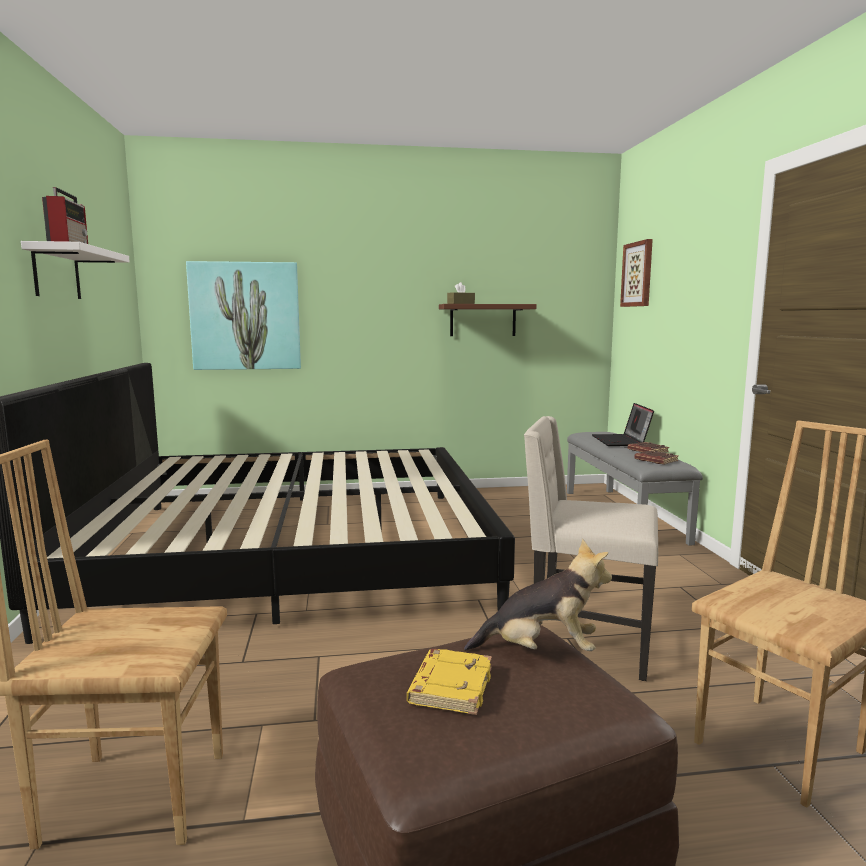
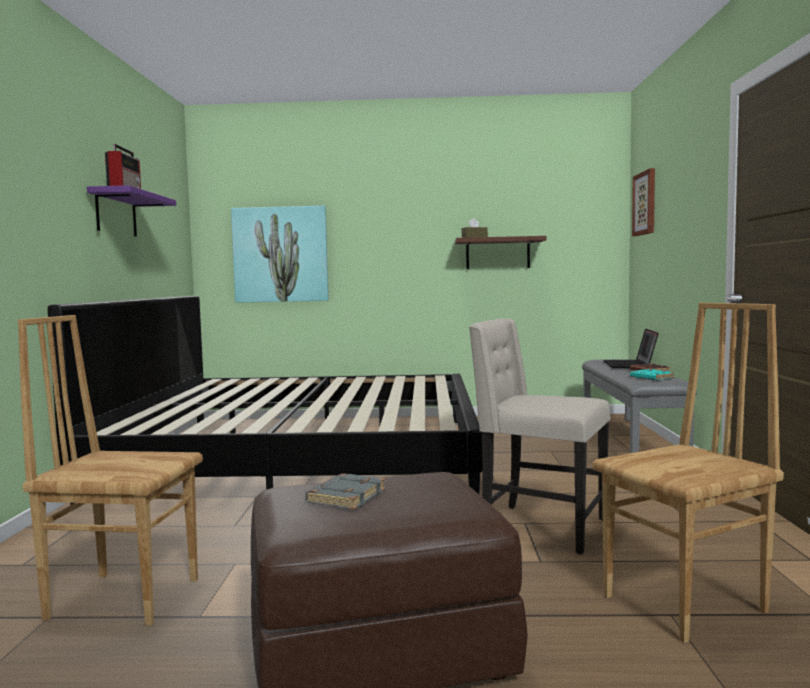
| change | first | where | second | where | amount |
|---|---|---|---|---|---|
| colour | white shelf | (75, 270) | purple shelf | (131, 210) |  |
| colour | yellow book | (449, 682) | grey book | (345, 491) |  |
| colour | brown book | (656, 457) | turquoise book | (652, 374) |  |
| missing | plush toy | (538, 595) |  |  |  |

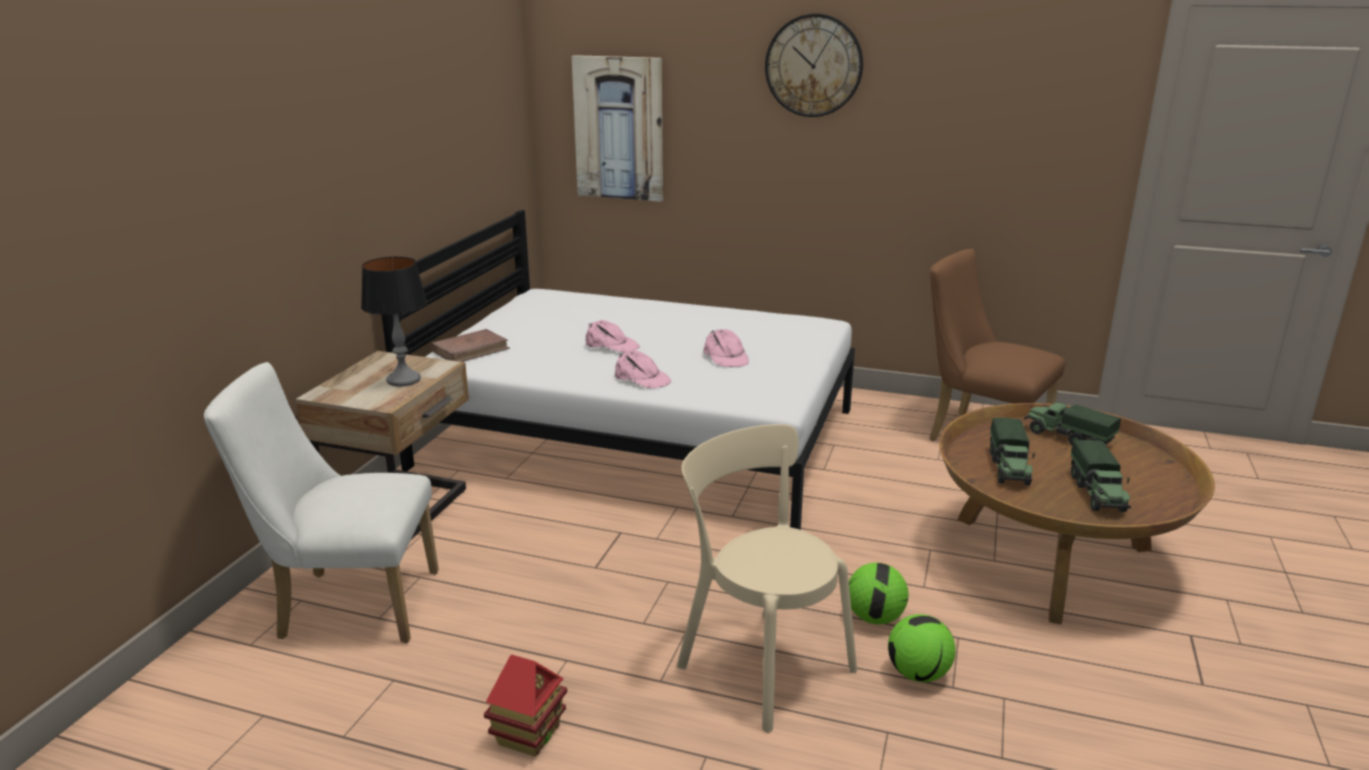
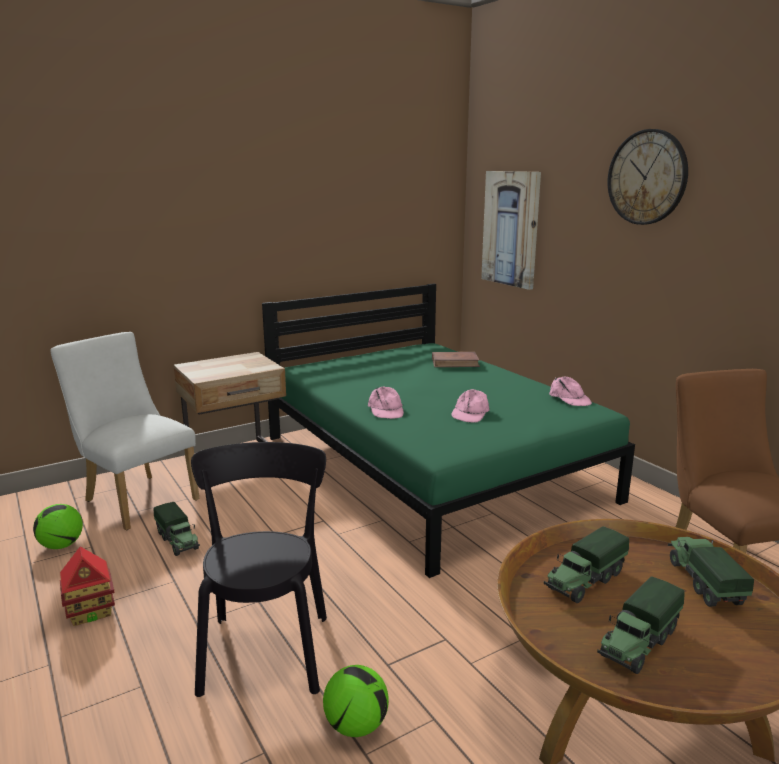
| change | first | where | second | where | amount |
|---|---|---|---|---|---|
| relocated | football | (879, 594) |  | (58, 526) |  |
| appeared |  |  | toy truck | (177, 529) |  |
| colour | beige chair | (767, 578) | black chair | (259, 569) |  |
| colour | white bed | (618, 370) | green bed | (448, 430) |  |
| relocated | brown book | (470, 345) |  | (456, 359) |  |
| relocated | pink cap | (613, 336) |  | (570, 391) |  |
| missing | table lamp | (394, 322) |  |  |  |

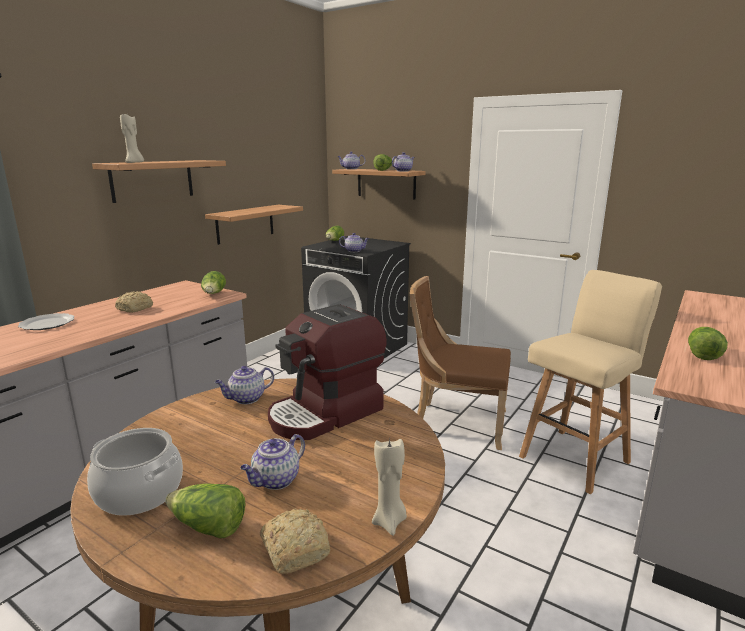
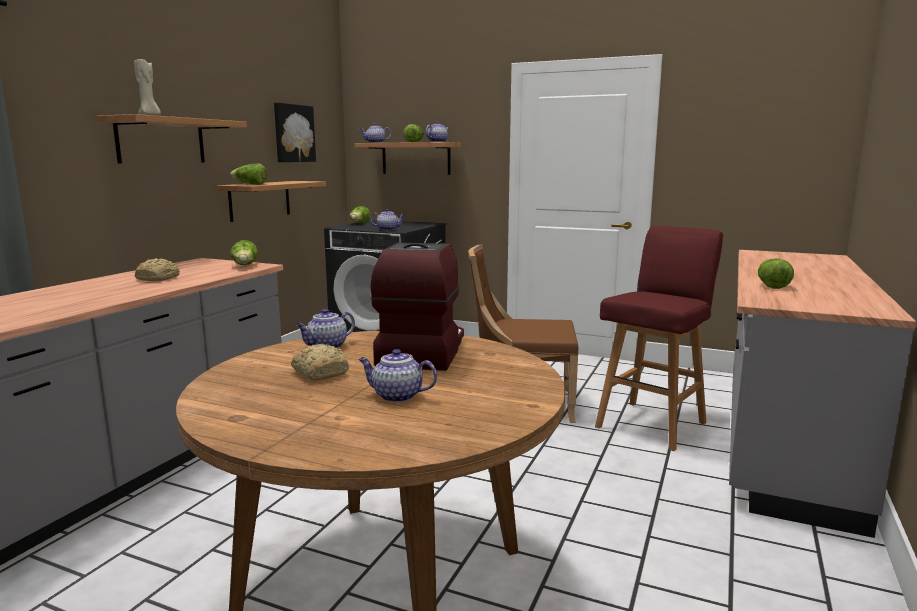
| change | first | where | second | where | amount |
|---|---|---|---|---|---|
| relocated | lettuce | (205, 511) |  | (248, 174) |  |
| appeared |  |  | picture | (295, 132) |  |
| relocated | bread | (295, 541) |  | (320, 362) |  |
| spun | teapot | (272, 462) |  | (397, 375) | 75 degrees clockwise |
| spun | coffee machine | (327, 372) |  | (417, 307) | 150 degrees clockwise |
| colour | beige stool | (590, 382) | red stool | (659, 338) |  |
| missing | plate | (46, 321) |  |  |  |
| missing | cooking pot | (135, 472) |  |  |  |
| missing | beige candle | (389, 486) |  |  |  |

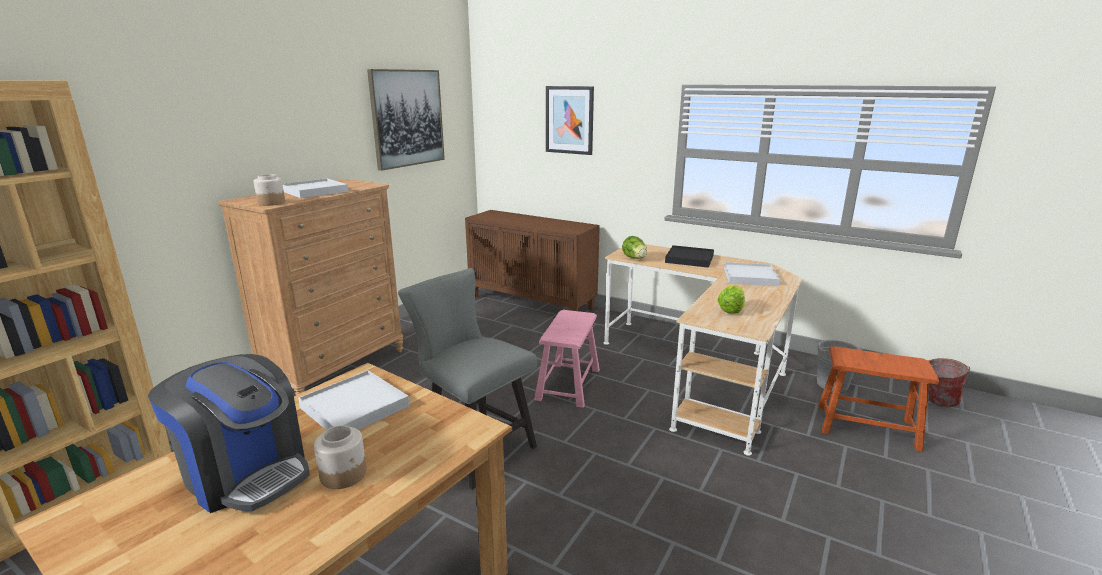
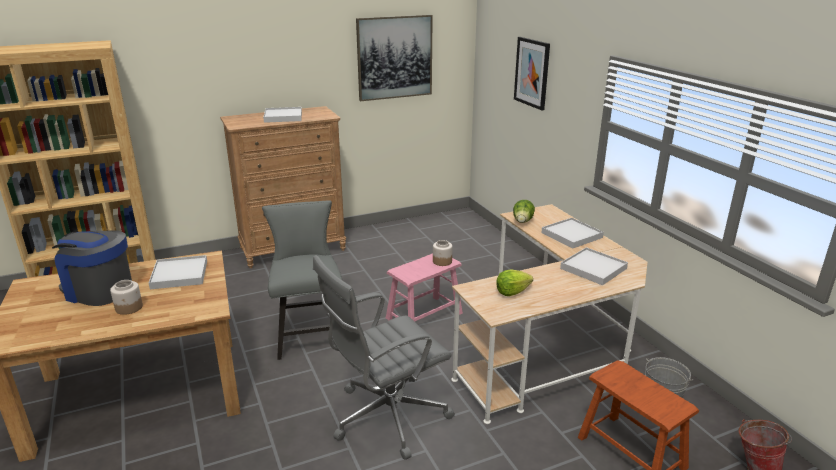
| change | first | where | second | where | amount |
|---|---|---|---|---|---|
| spun | coffee machine | (229, 433) |  | (92, 268) | 135 degrees clockwise |
| appeared |  |  | grey office chair | (384, 357) |  |
| relocated | jar | (269, 190) |  | (442, 253) |  |
| colour | black tray | (689, 256) | white tray | (572, 233) |  |
| missing | brown cabinet | (532, 260) |  |  |  |

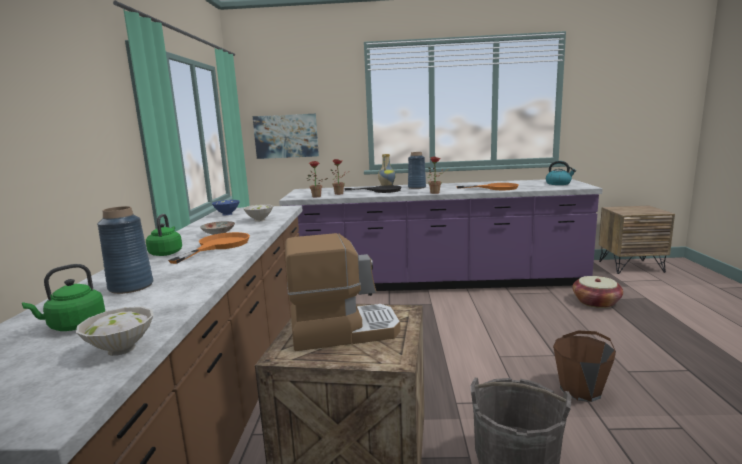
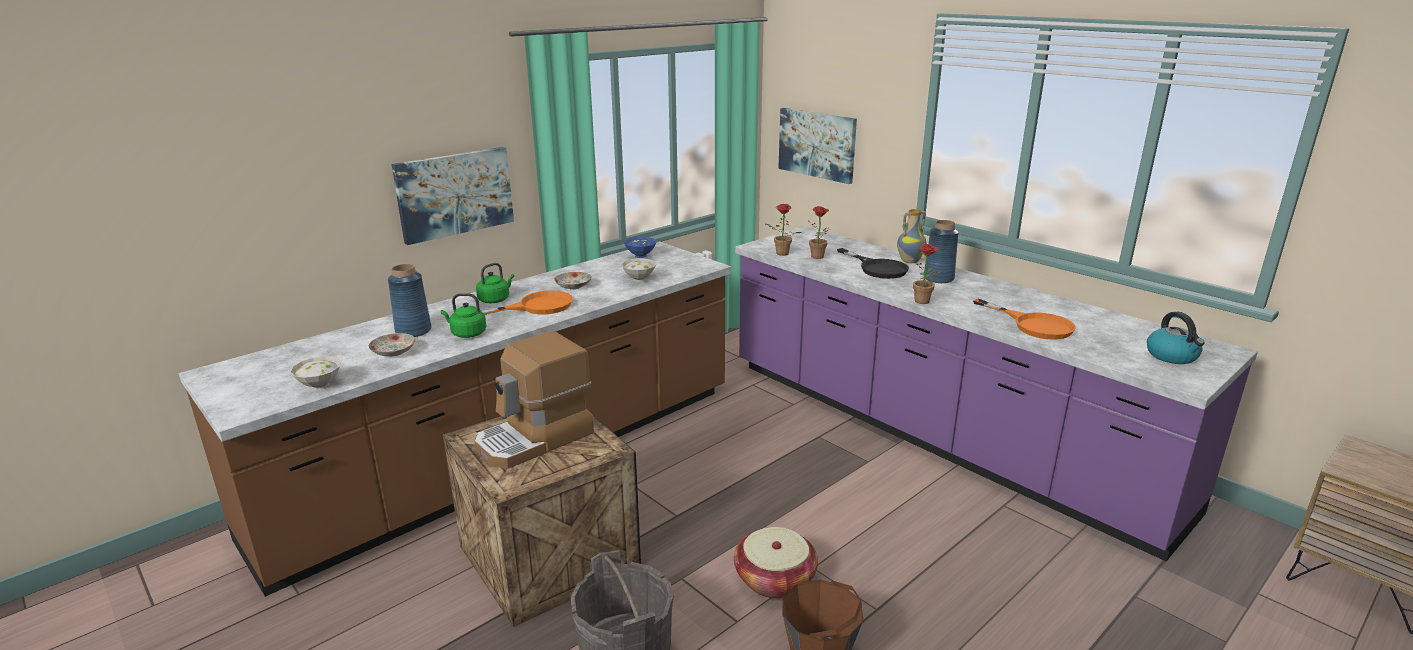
| change | first | where | second | where | amount |
|---|---|---|---|---|---|
| appeared |  |  | plate | (392, 345) |  |
| appeared |  |  | picture | (452, 196) |  |
| relocated | green kettle | (63, 297) |  | (463, 315) |  |
| spun | coffee machine | (343, 292) |  | (534, 400) | 105 degrees clockwise |
| relocated | basket | (597, 292) |  | (776, 563) |  |

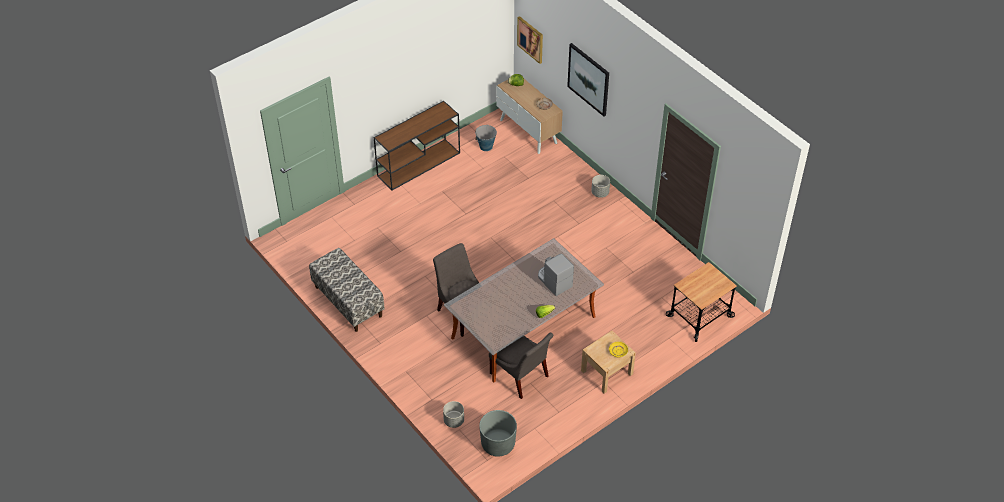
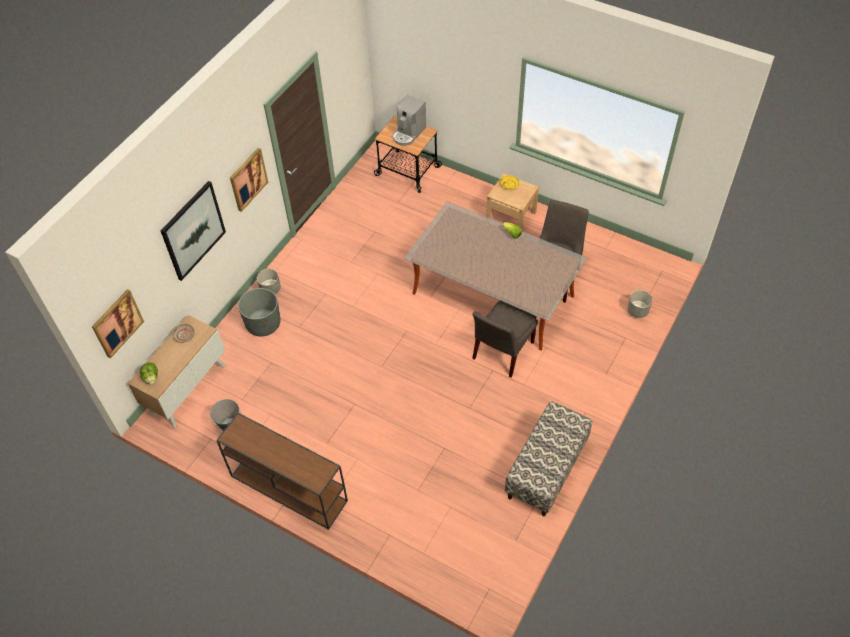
| change | first | where | second | where | amount |
|---|---|---|---|---|---|
| appeared |  |  | picture | (249, 180) |  |
| relocated | grey planter | (498, 433) |  | (259, 312) |  |
| relocated | coffee machine | (556, 275) |  | (409, 120) |  |

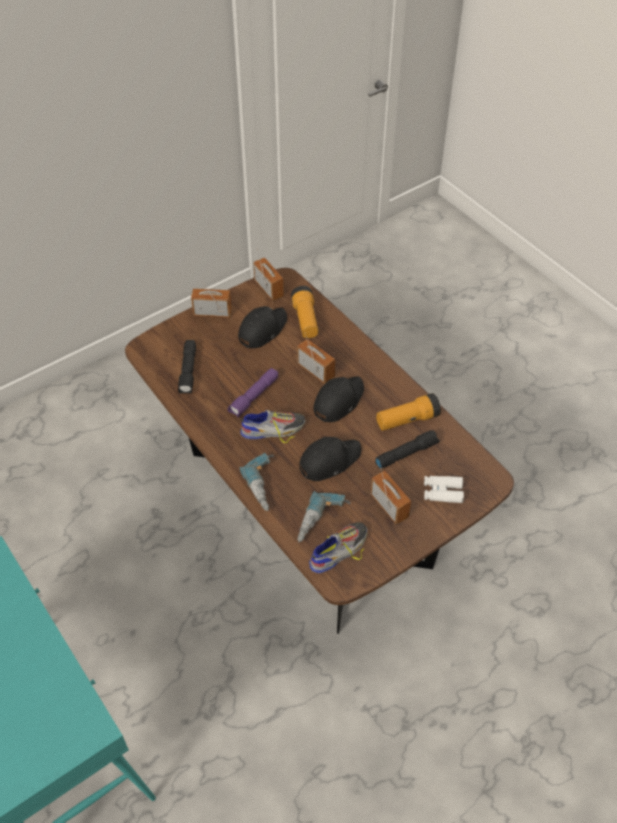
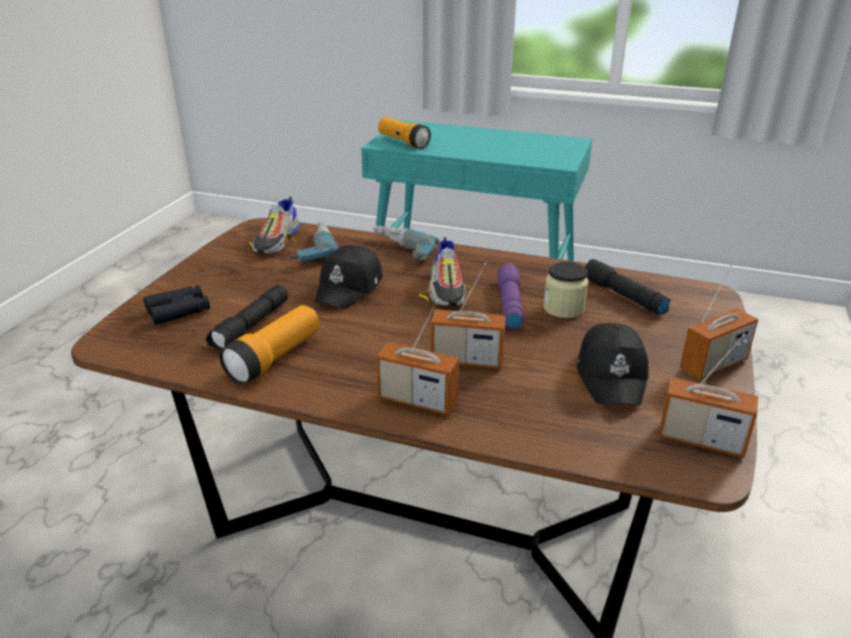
| change | first | where | second | where | amount |
|---|---|---|---|---|---|
| colour | white binoculars | (444, 489) | black binoculars | (176, 305) |  |
| relocated | radio | (391, 496) |  | (417, 357) |  |
| relocated | flashlight | (304, 312) |  | (404, 133) |  |
| spun | shoe | (273, 426) |  | (445, 271) | 45 degrees counterclockwise |
| appeared |  |  | jar | (565, 290) |  |
| missing | black cap | (338, 399) |  |  |  |

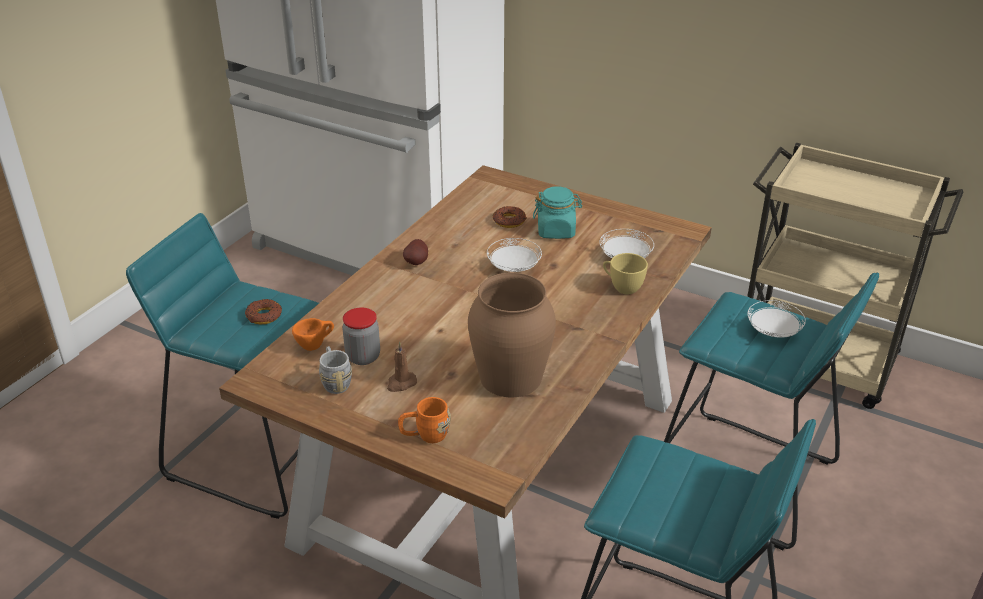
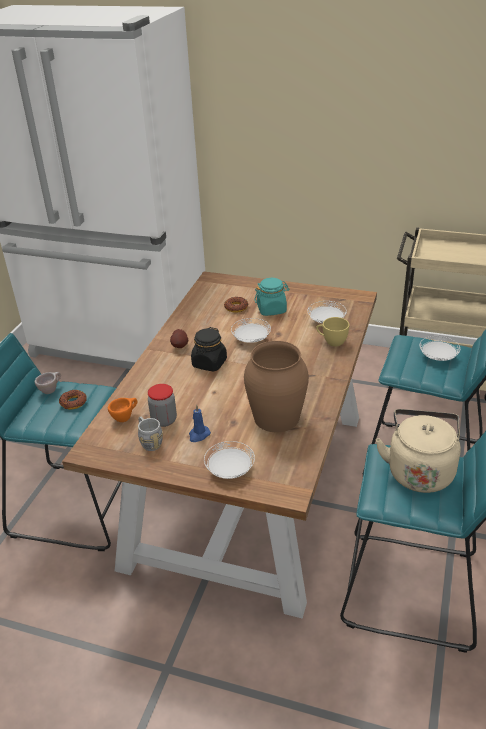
| change | first | where | second | where | amount |
|---|---|---|---|---|---|
| appeared |  |  | beige cup | (48, 383) |  |
| colour | brown candle | (402, 366) | blue candle | (200, 423) |  |
| appeared |  |  | black jar | (209, 349) |  |
| exchanged | orange mug | (424, 420) | white plate | (229, 460) |  |
| appeared |  |  | beige kettle | (418, 451) |  |

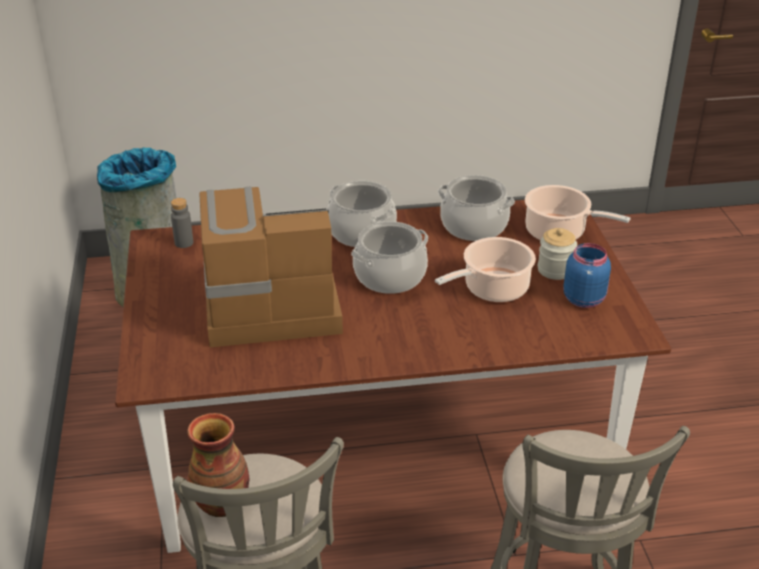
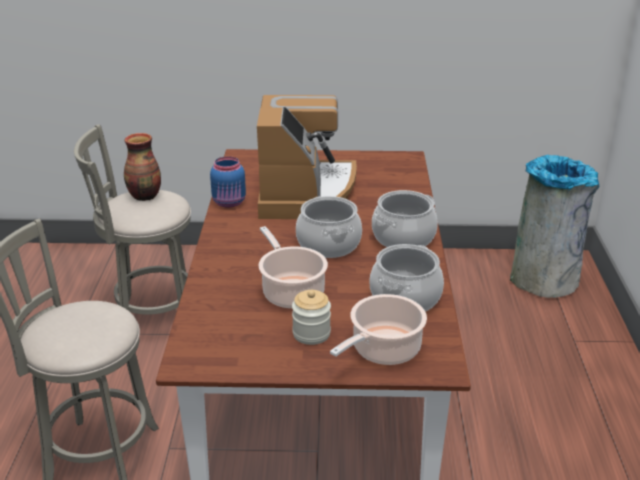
| change | first | where | second | where | amount |
|---|---|---|---|---|---|
| relocated | blue jar | (587, 275) |  | (228, 182) |  |
| missing | grey bottle | (182, 223) |  |  |  |

